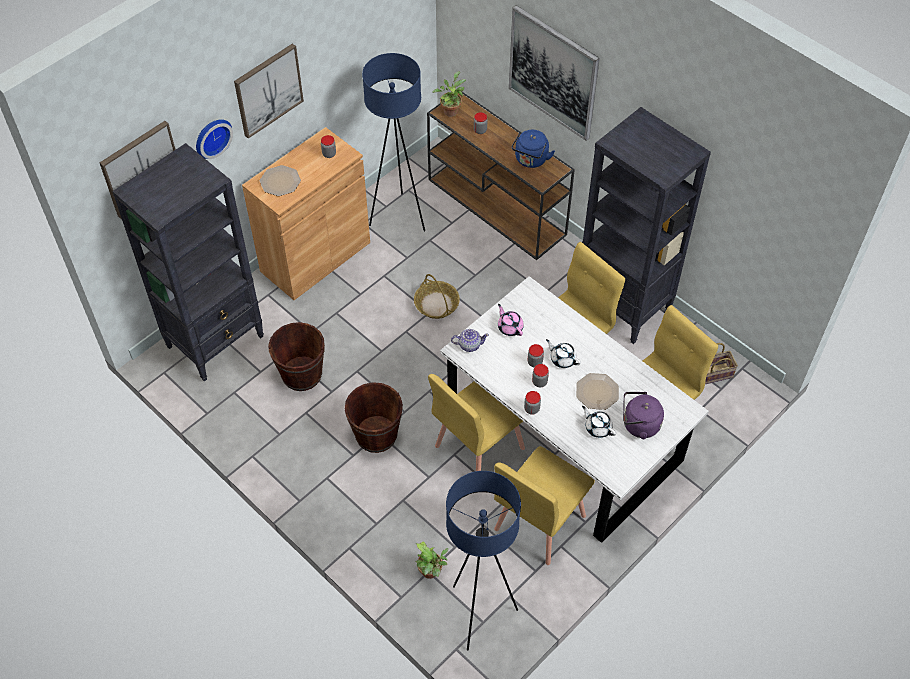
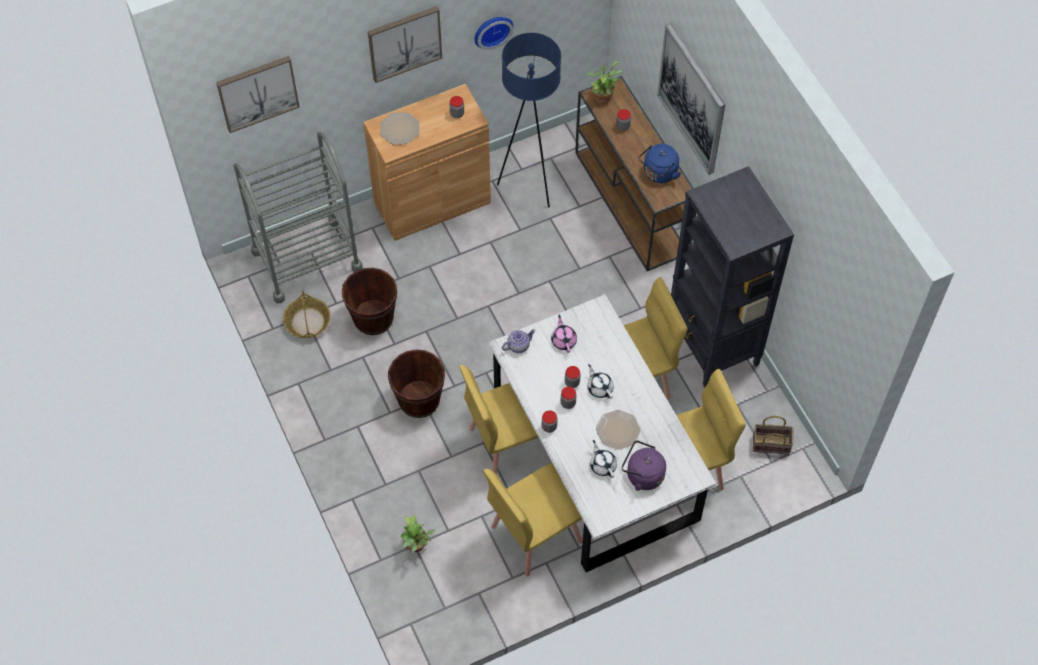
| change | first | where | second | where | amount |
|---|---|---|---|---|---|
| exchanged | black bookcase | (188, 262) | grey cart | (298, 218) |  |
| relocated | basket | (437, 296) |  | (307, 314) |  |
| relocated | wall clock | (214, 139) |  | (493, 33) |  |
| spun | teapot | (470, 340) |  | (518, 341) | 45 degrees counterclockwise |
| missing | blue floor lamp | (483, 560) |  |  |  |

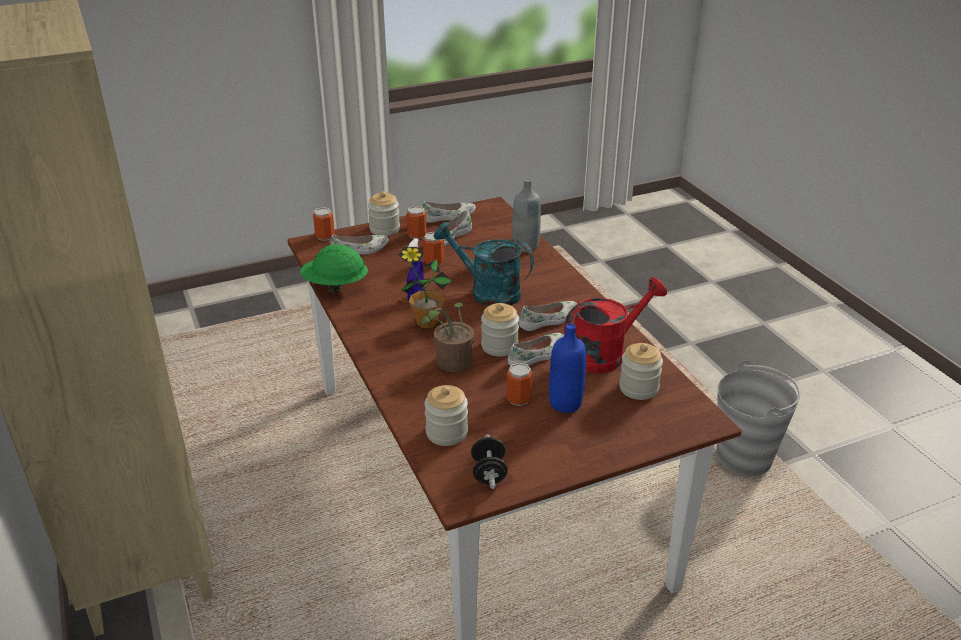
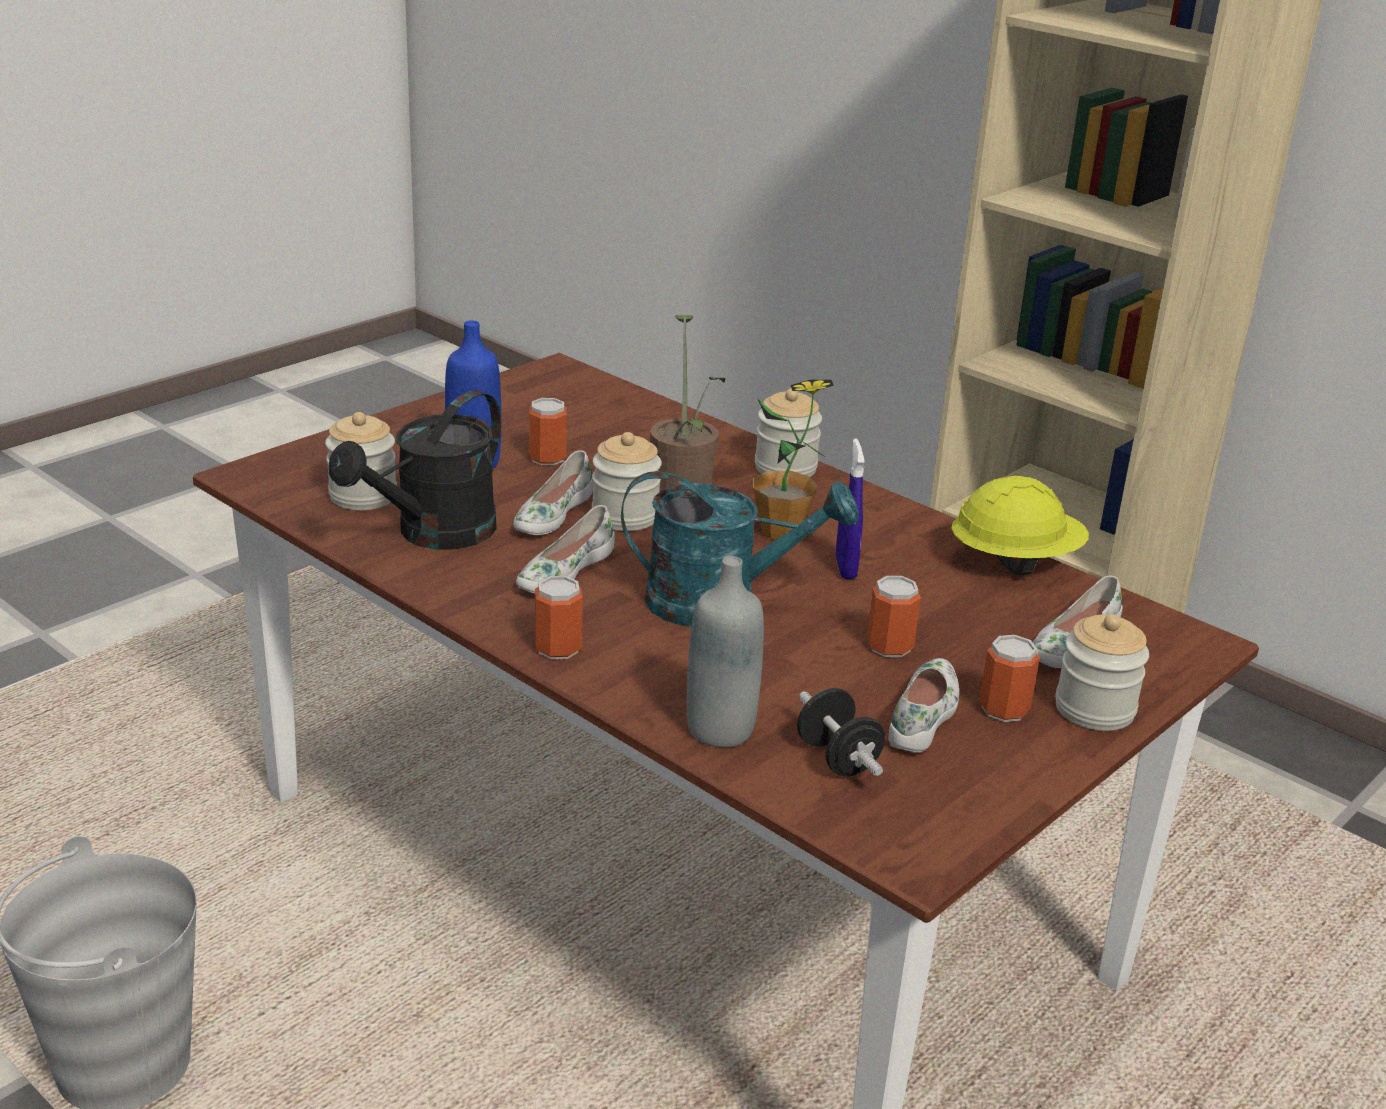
| change | first | where | second | where | amount |
|---|---|---|---|---|---|
| colour | red watering can | (615, 325) | black watering can | (415, 470) |  |
| relocated | can | (324, 224) |  | (559, 617) |  |
| relocated | jar | (446, 415) |  | (788, 432) |  |
| relocated | black dumbbell | (489, 461) |  | (841, 732) |  |
| colour | green hard hat | (334, 269) | yellow hard hat | (1020, 525) |  |
| missing | white shoe | (449, 212) |  |  |  |

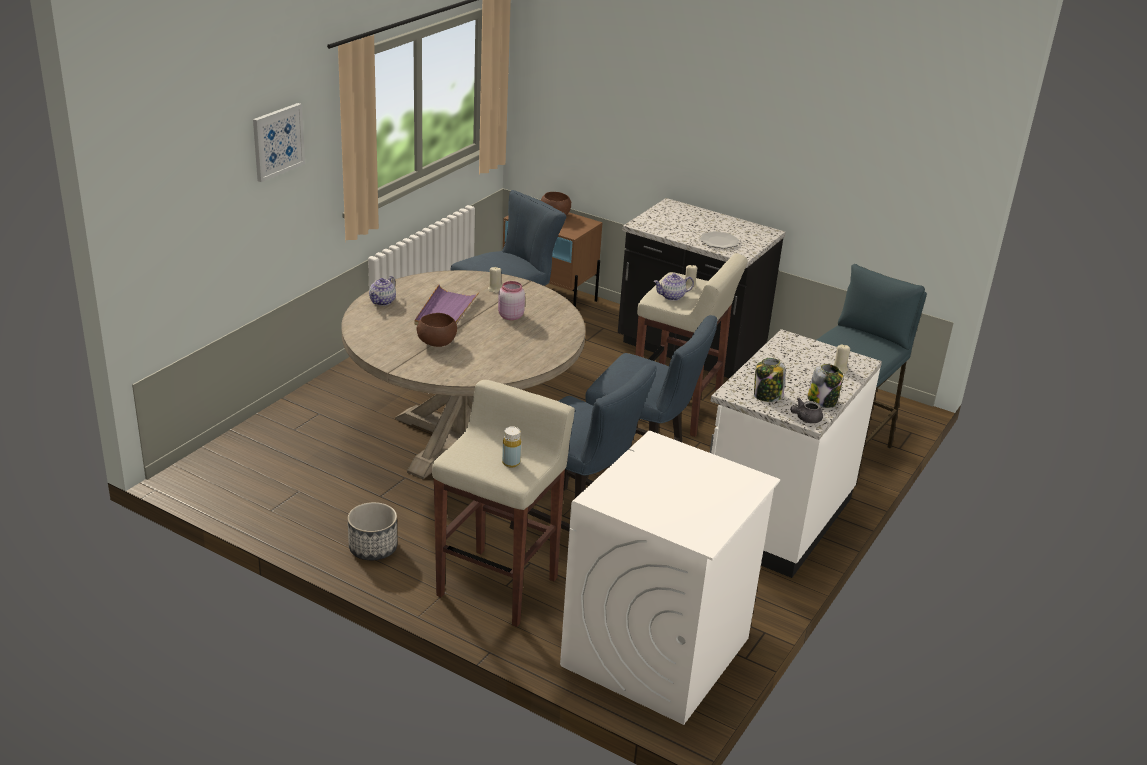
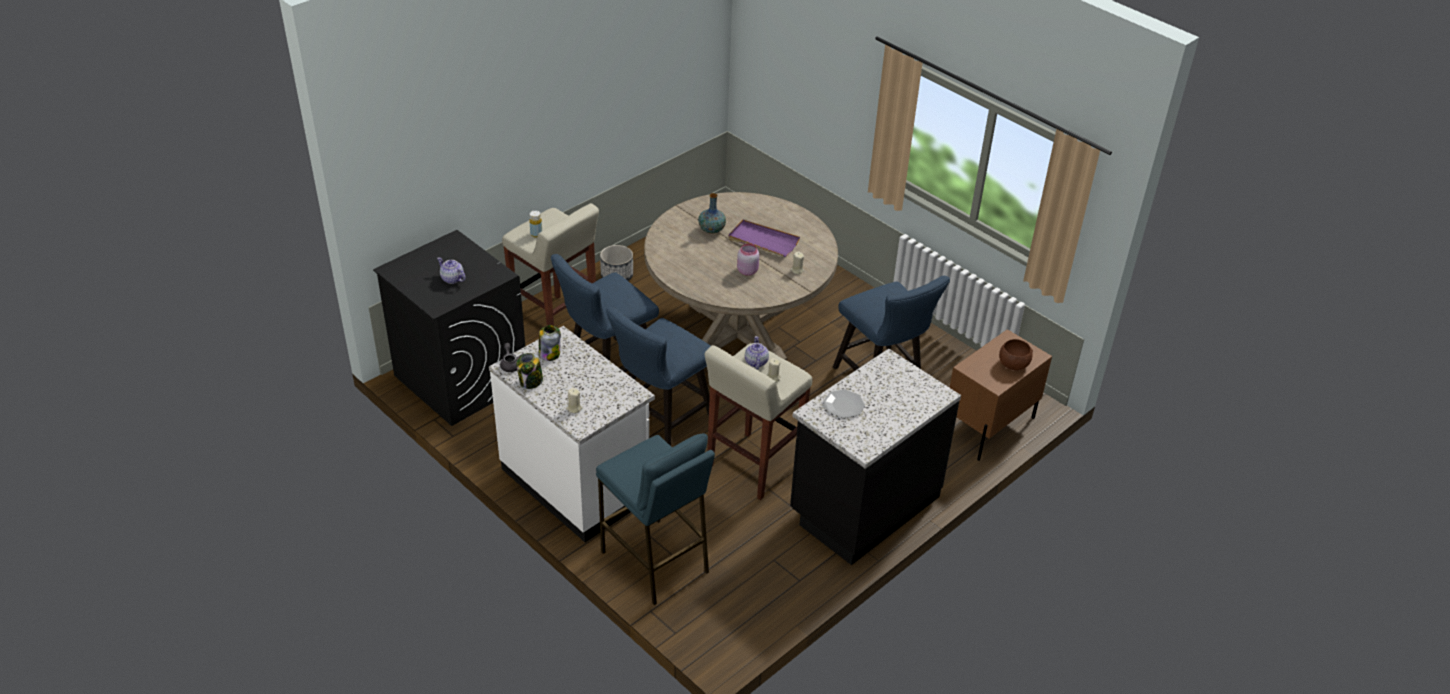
| change | first | where | second | where | amount |
|---|---|---|---|---|---|
| colour | white washing machine | (670, 578) | black washing machine | (449, 328) |  |
| relocated | teapot | (382, 291) |  | (451, 270) |  |
| exchanged | brown bowl | (436, 330) | vase | (712, 213) |  |
| missing | picture | (279, 142) |  |  |  |

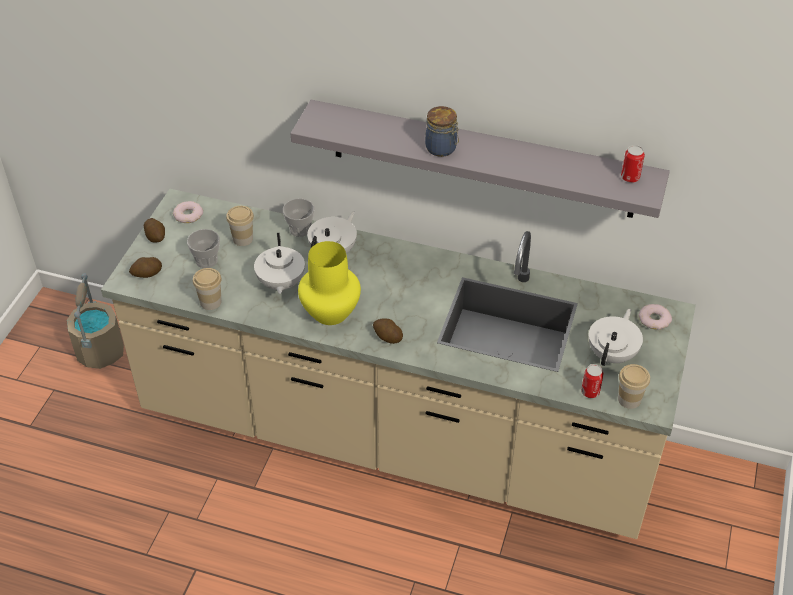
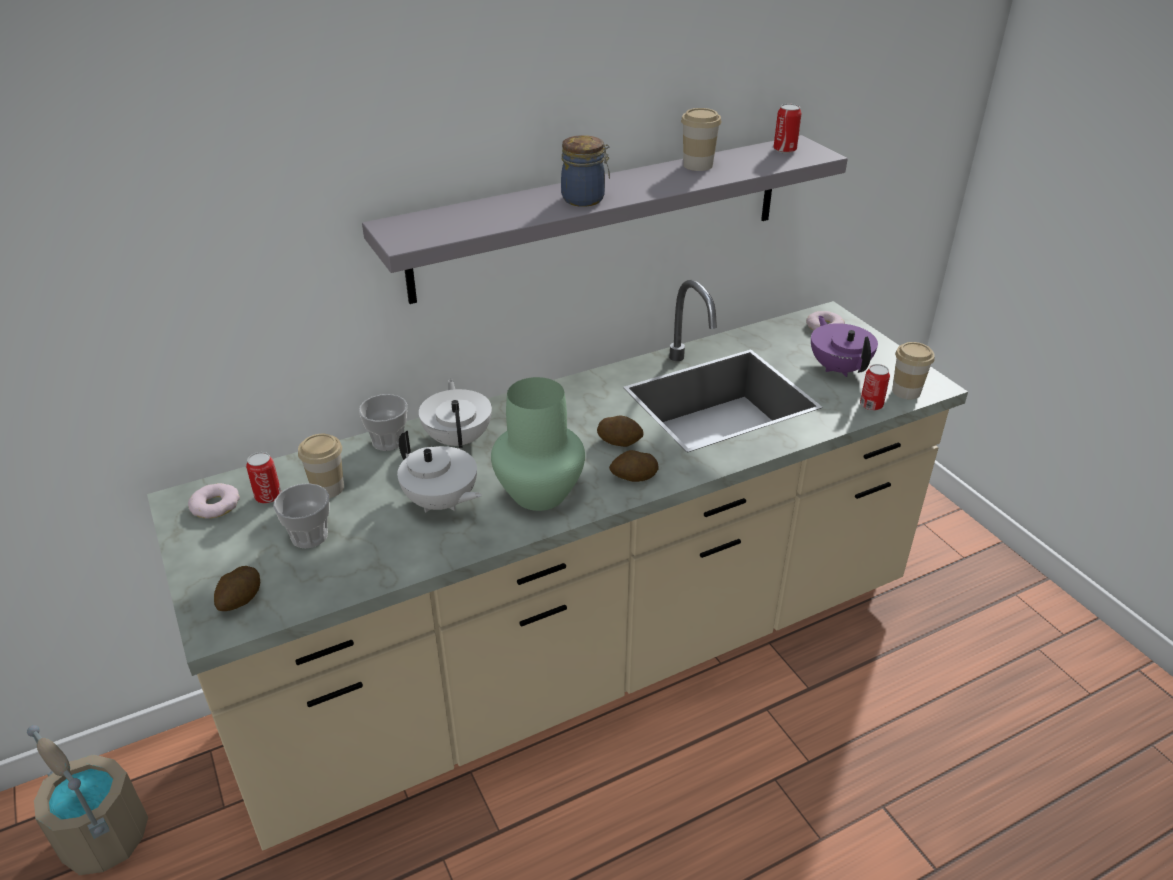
| change | first | where | second | where | amount |
|---|---|---|---|---|---|
| appeared |  |  | can | (263, 478) |  |
| colour | yellow vase | (329, 283) | green vase | (538, 444) |  |
| relocated | potato | (154, 230) |  | (620, 431) |  |
| relocated | cup | (207, 289) |  | (701, 139) |  |
| colour | white teapot | (616, 337) | purple teapot | (844, 346) |  |

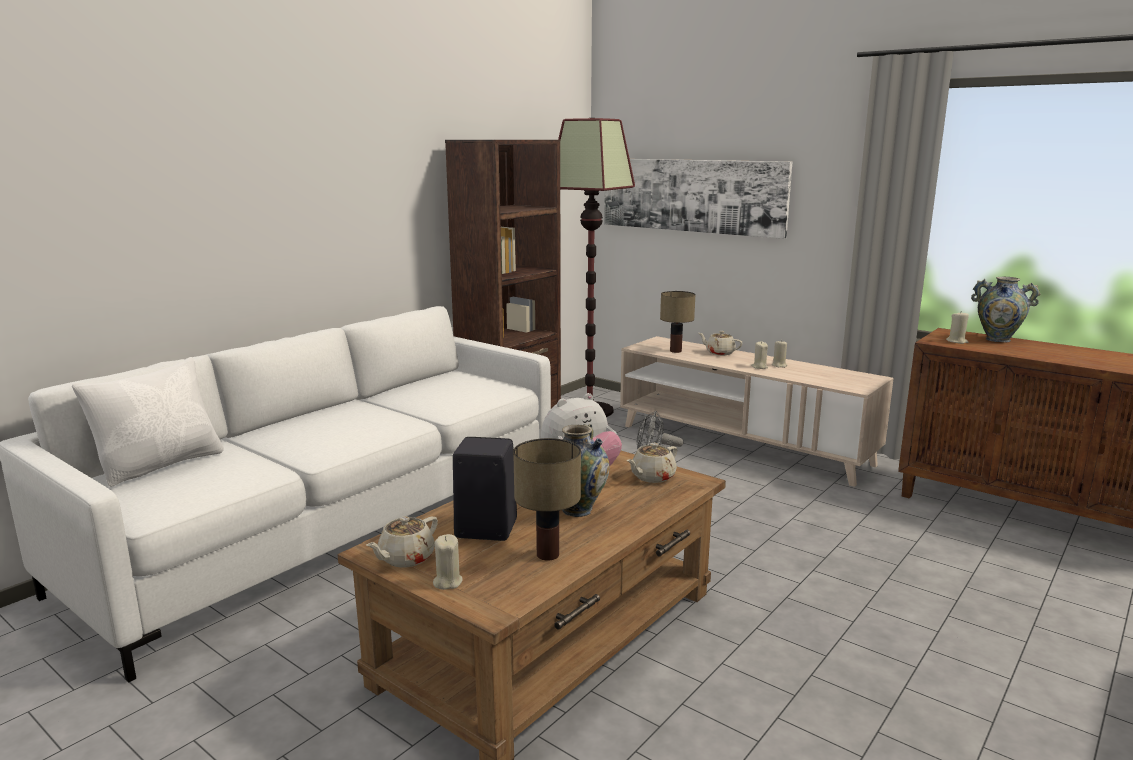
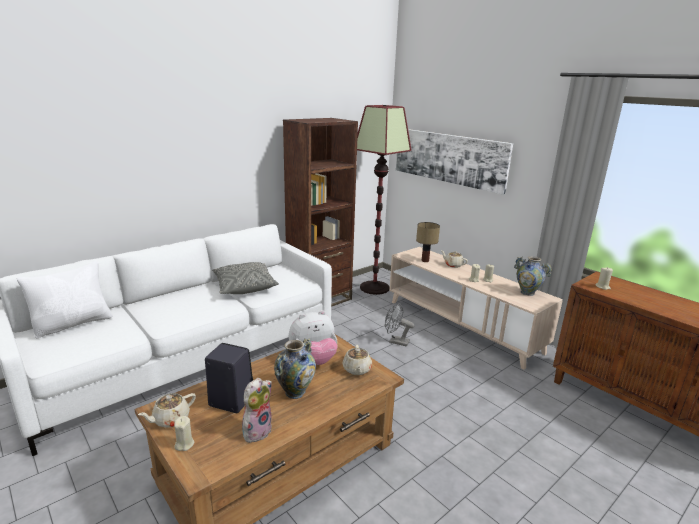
| change | first | where | second | where | amount |
|---|---|---|---|---|---|
| appeared |  |  | grey pillow | (245, 278) |  |
| exchanged | table lamp | (547, 499) | plush toy | (257, 410) |  |
| spun | beige teapot | (652, 463) |  | (357, 360) | 60 degrees counterclockwise |
| relocated | vase | (1006, 310) |  | (533, 276) |  |

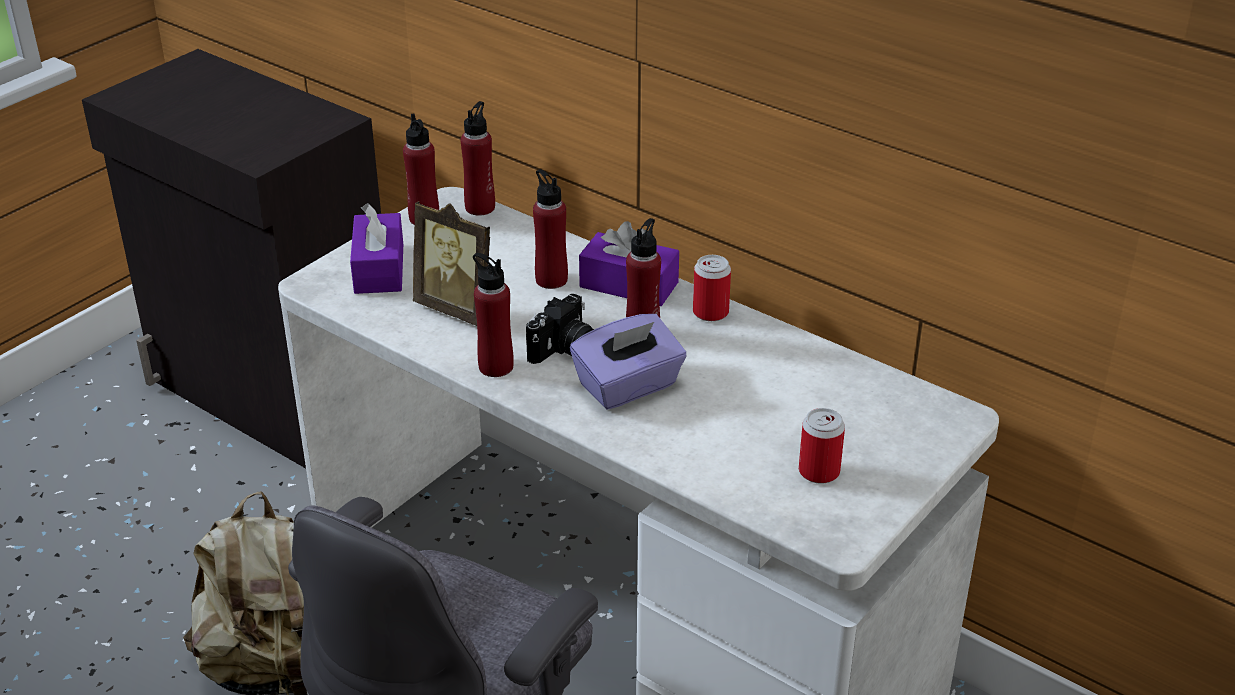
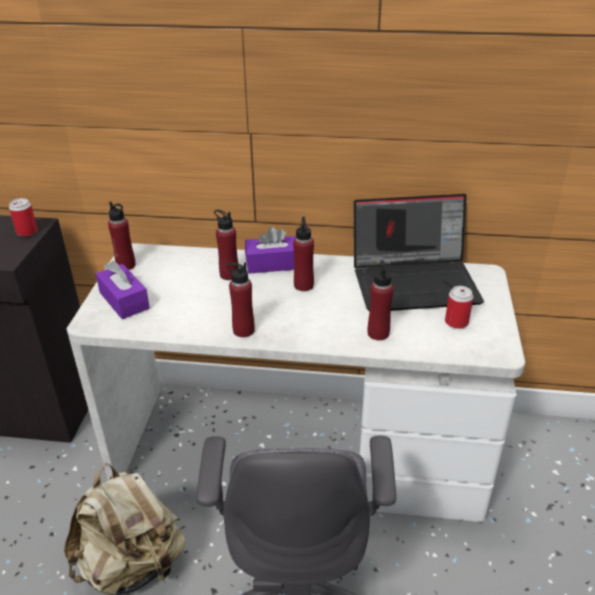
| change | first | where | second | where | amount |
|---|---|---|---|---|---|
| relocated | can | (712, 288) |  | (23, 217) |  |
| appeared |  |  | laptop | (419, 253) |  |
| relocated | red bottle | (478, 158) |  | (381, 300) |  |
| missing | picture frame | (451, 263) |  |  |  |
| missing | photo camera | (560, 329) |  |  |  |
| missing | purple tissue box | (628, 361) |  |  |  |

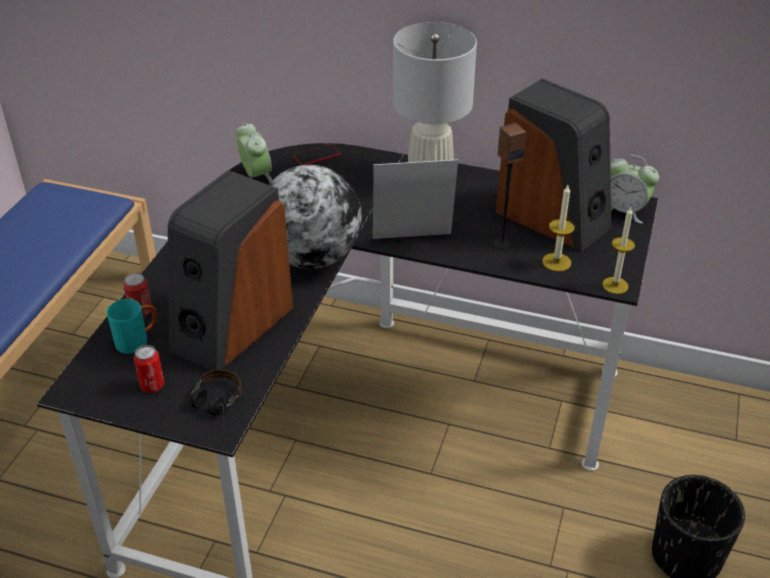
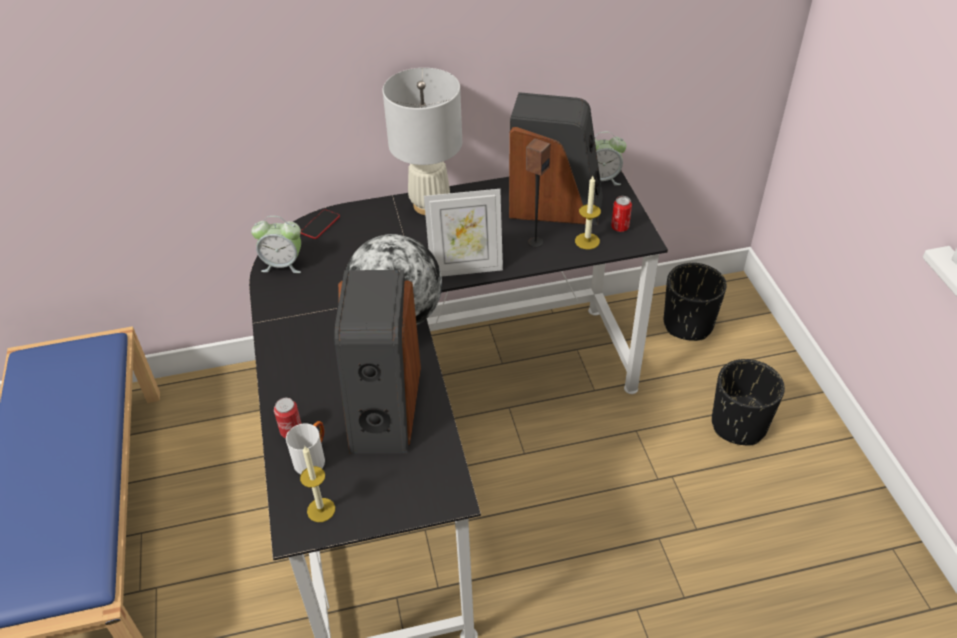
| change | first | where | second | where | amount |
|---|---|---|---|---|---|
| spun | alarm clock | (254, 153) |  | (276, 244) | 150 degrees clockwise |
| colour | turquoise mug | (132, 326) | white mug | (305, 447) |  |
| relocated | candle | (618, 250) |  | (317, 484) |  |
| spun | picture frame | (415, 199) |  | (463, 232) | 150 degrees counterclockwise |
| relocated | can | (149, 368) |  | (621, 214) |  |
| appeared |  |  | black planter | (695, 302) |  |
| missing | headphones | (216, 397) |  |  |  |

